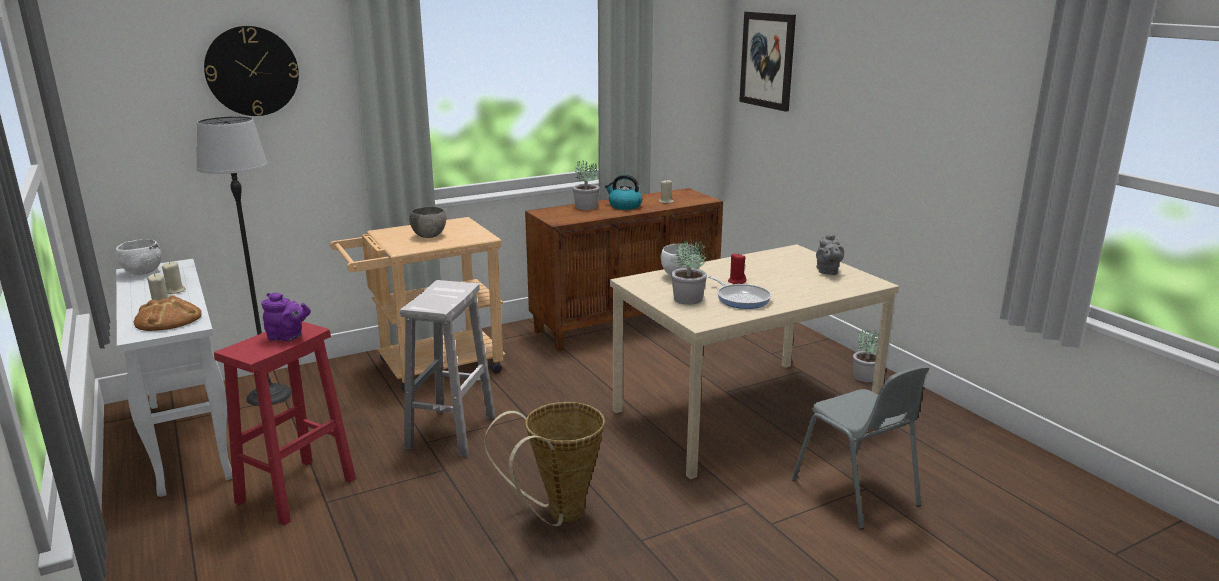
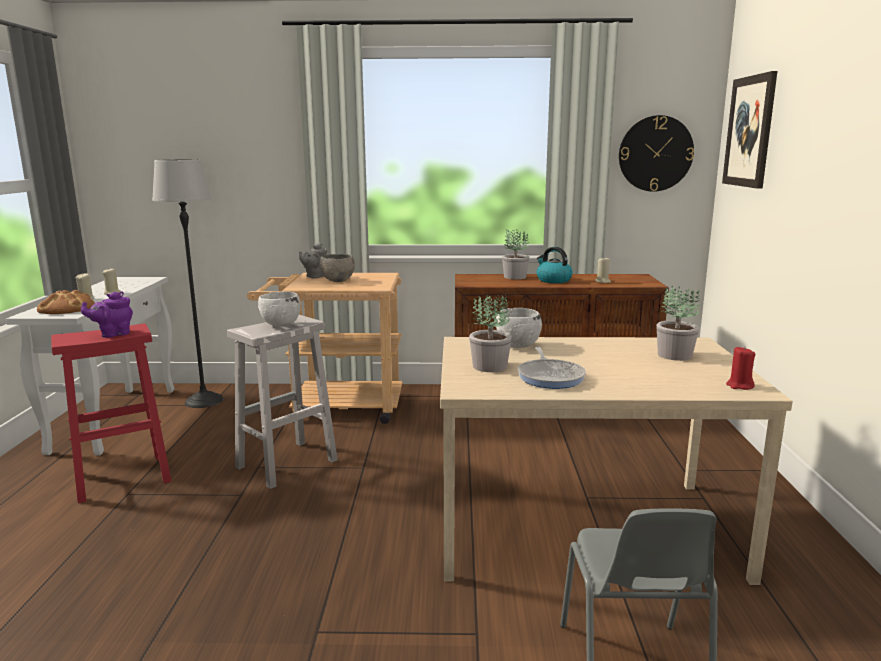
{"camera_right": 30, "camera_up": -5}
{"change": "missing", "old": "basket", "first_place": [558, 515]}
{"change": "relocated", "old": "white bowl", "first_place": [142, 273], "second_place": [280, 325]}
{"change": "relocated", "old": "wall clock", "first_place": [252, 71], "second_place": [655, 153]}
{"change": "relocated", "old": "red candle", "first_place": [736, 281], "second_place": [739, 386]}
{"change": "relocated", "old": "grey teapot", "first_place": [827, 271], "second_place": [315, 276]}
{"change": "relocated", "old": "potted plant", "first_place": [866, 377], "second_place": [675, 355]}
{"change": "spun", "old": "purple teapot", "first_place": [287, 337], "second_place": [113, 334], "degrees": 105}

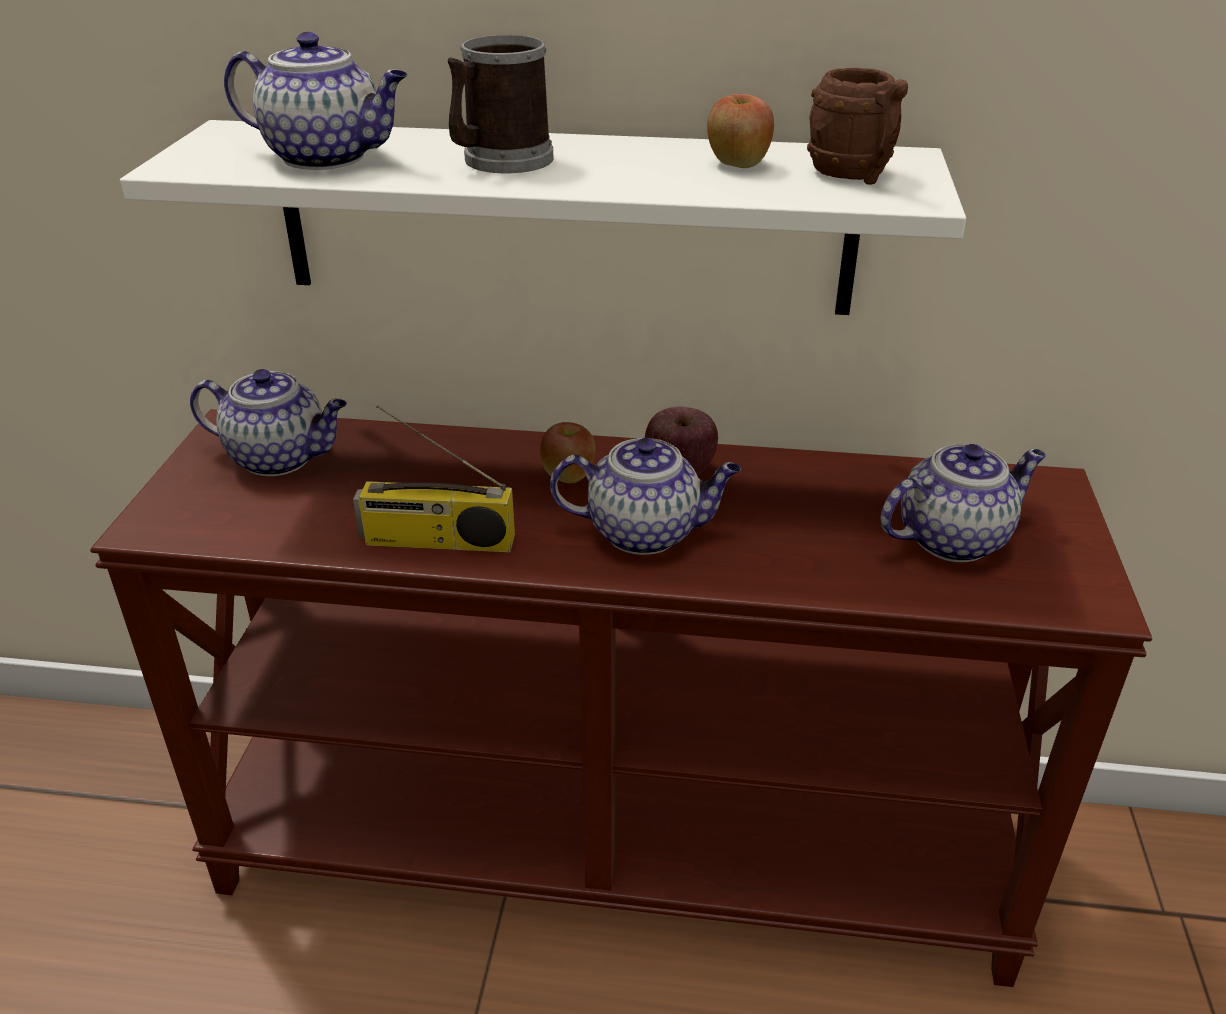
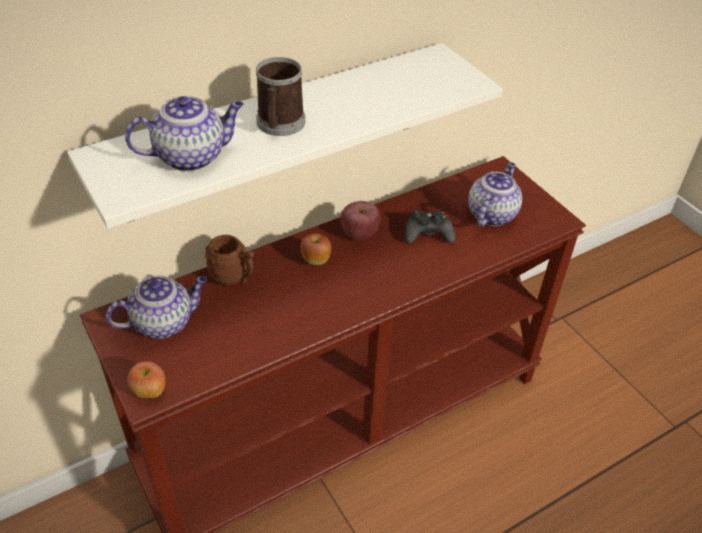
{"camera_right": -40, "camera_up": 10}
{"change": "missing", "old": "radio", "first_place": [436, 541]}
{"change": "missing", "old": "teapot", "first_place": [646, 532]}
{"change": "appeared", "new": "black game controller", "second_place": [428, 233]}
{"change": "relocated", "old": "apple", "first_place": [737, 164], "second_place": [149, 391]}
{"change": "relocated", "old": "brown mug", "first_place": [855, 176], "second_place": [234, 278]}

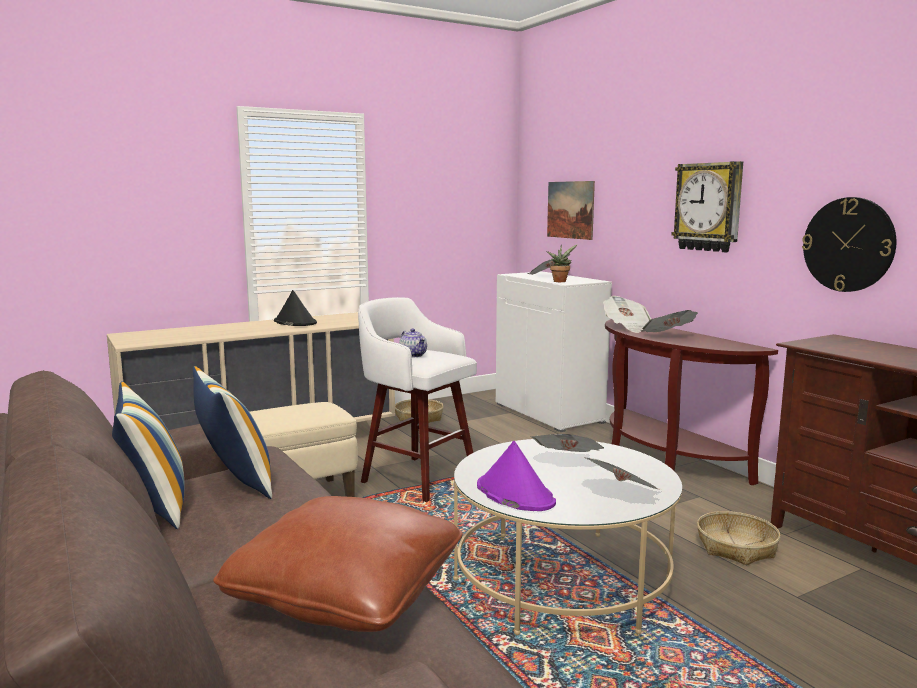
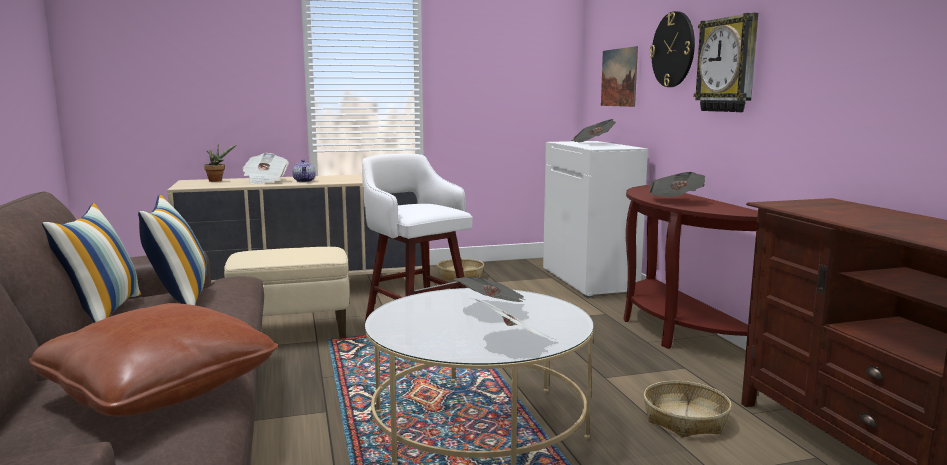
{"camera_right": 15, "camera_up": 0}
{"change": "missing", "old": "black hat", "first_place": [295, 322]}
{"change": "missing", "old": "purple hat", "first_place": [514, 494]}
{"change": "relocated", "old": "teapot", "first_place": [413, 355], "second_place": [304, 181]}
{"change": "relocated", "old": "potted plant", "first_place": [560, 281], "second_place": [217, 180]}
{"change": "relocated", "old": "newspaper", "first_place": [627, 328], "second_place": [265, 181]}
{"change": "relocated", "old": "wall clock", "first_place": [848, 244], "second_place": [673, 49]}

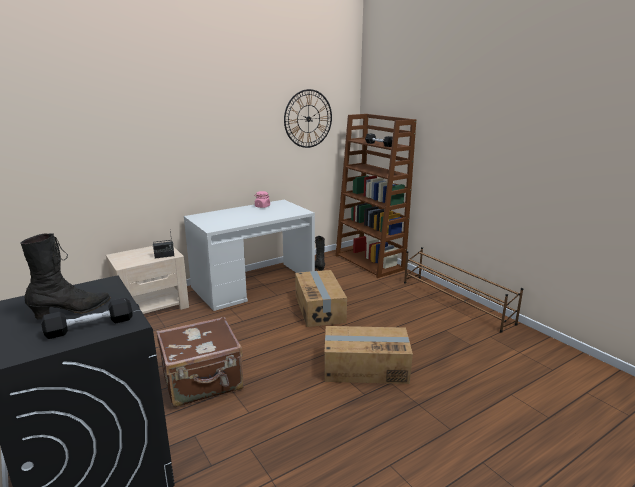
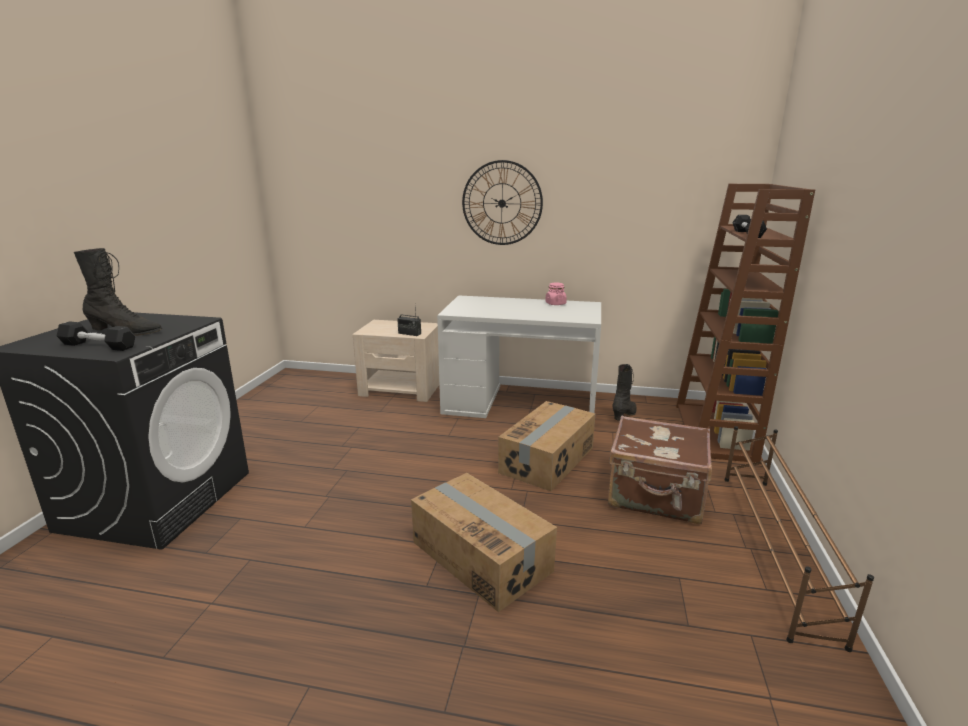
{"camera_right": 45, "camera_up": 0}
{"change": "relocated", "old": "brown suitcase", "first_place": [203, 382], "second_place": [656, 496]}
{"change": "relocated", "old": "wall clock", "first_place": [308, 119], "second_place": [502, 203]}

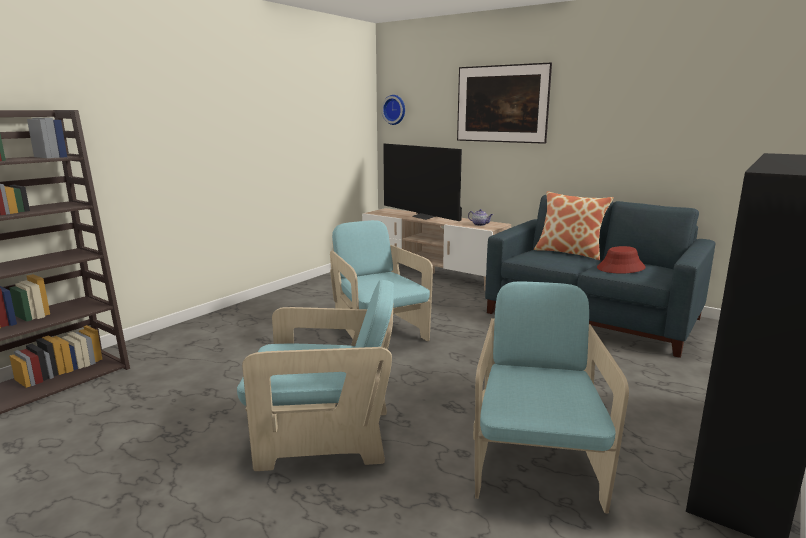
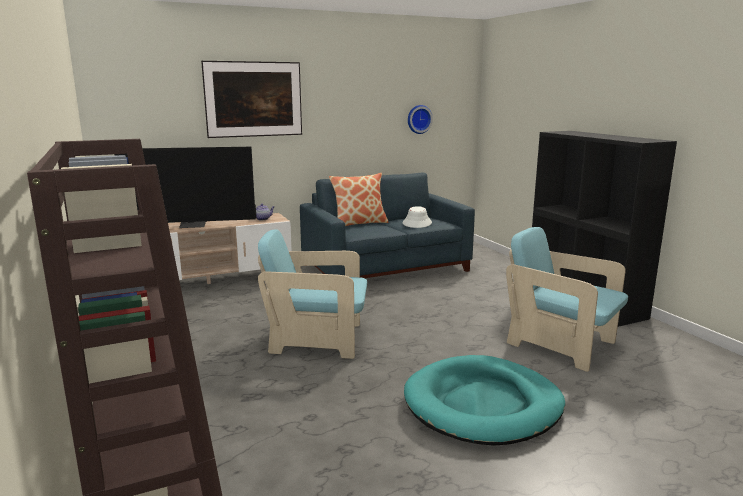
{"camera_right": -60, "camera_up": 0}
{"change": "relocated", "old": "wall clock", "first_place": [395, 109], "second_place": [418, 119]}
{"change": "exchanged", "old": "turquoise armchair", "new": "turquoise dog bed", "first_place": [324, 437], "second_place": [483, 405]}
{"change": "colour", "old": "red hat", "new": "white hat", "first_place": [621, 268], "second_place": [417, 223]}

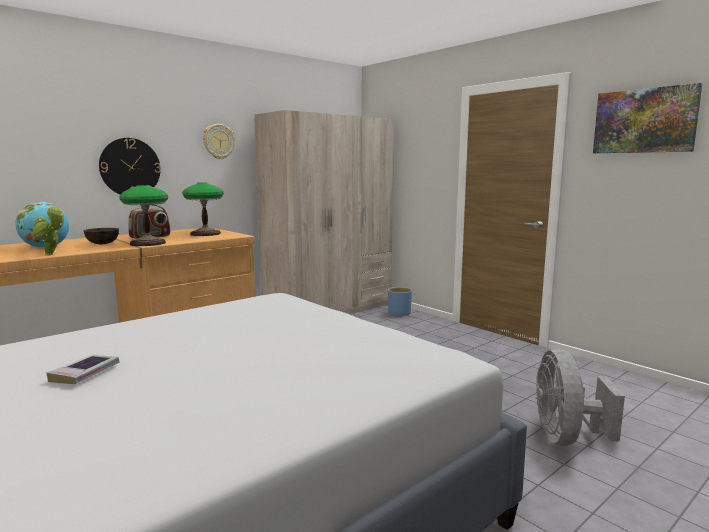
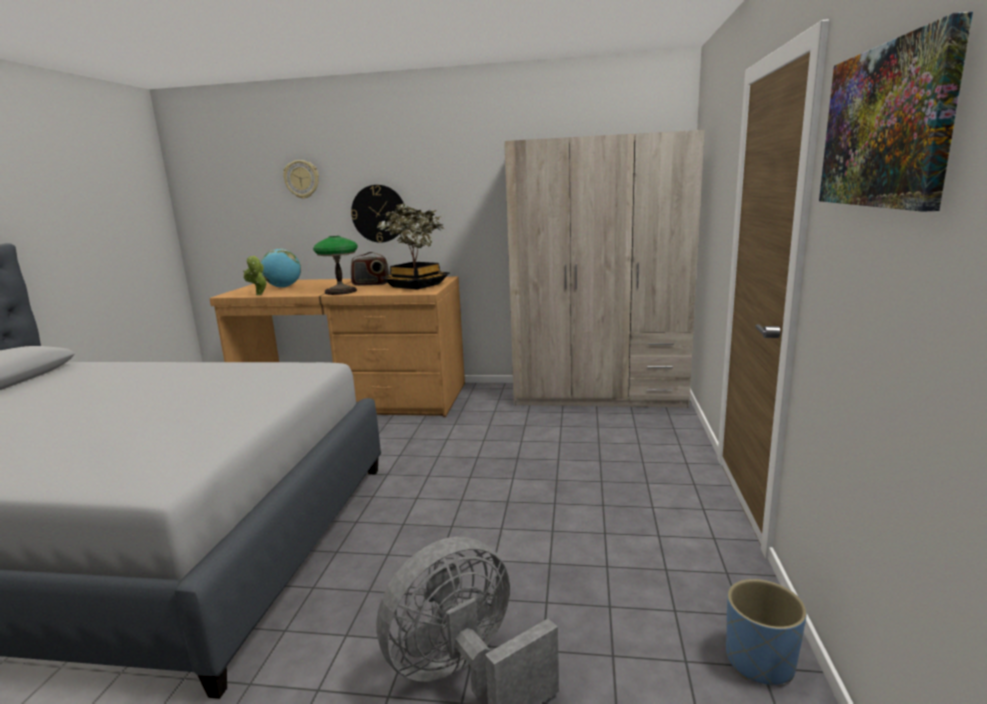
{"camera_right": 50, "camera_up": 5}
{"change": "missing", "old": "book", "first_place": [85, 373]}
{"change": "missing", "old": "brown bowl", "first_place": [102, 244]}
{"change": "relocated", "old": "wall clock", "first_place": [218, 141], "second_place": [302, 179]}
{"change": "relocated", "old": "blue planter", "first_place": [399, 313], "second_place": [760, 661]}
{"change": "exchanged", "old": "table lamp", "new": "potted plant", "first_place": [205, 234], "second_place": [416, 285]}

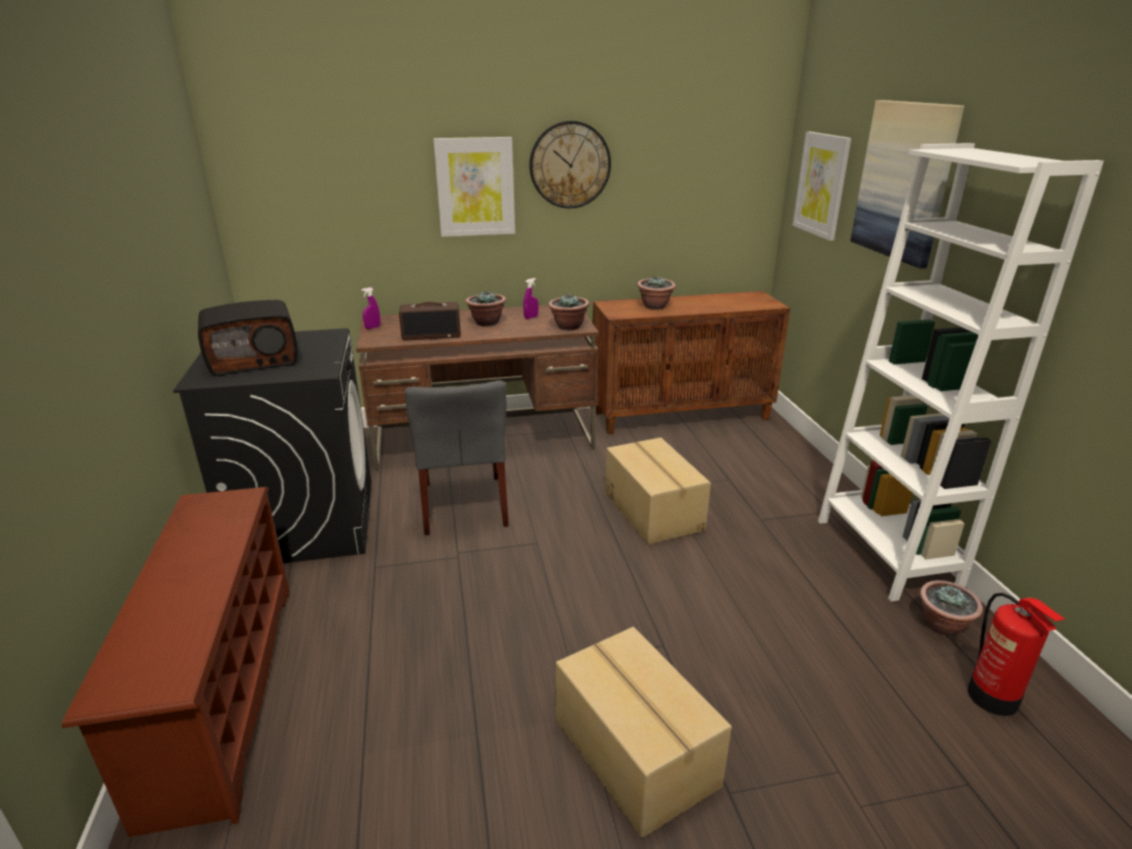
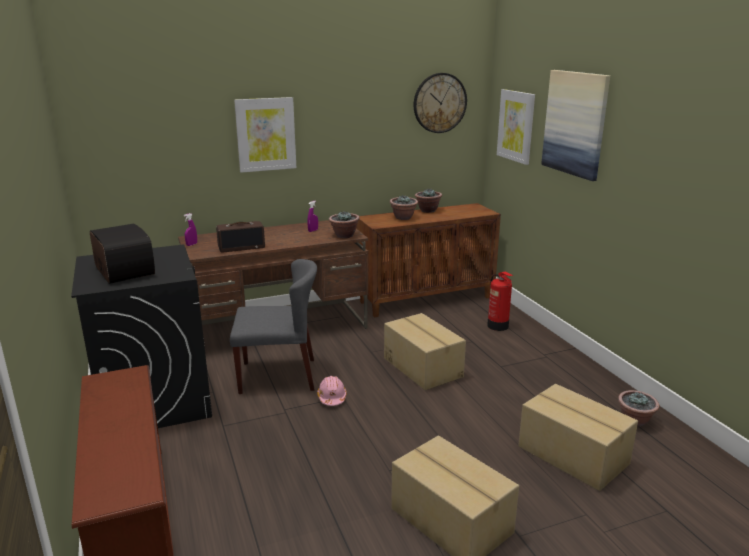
{"camera_right": -10, "camera_up": -5}
{"change": "missing", "old": "white bookcase", "first_place": [885, 553]}
{"change": "appeared", "new": "pink hard hat", "second_place": [332, 397]}
{"change": "appeared", "new": "cardboard box", "second_place": [572, 456]}
{"change": "relocated", "old": "potted plant", "first_place": [486, 323], "second_place": [427, 210]}
{"change": "relocated", "old": "wall clock", "first_place": [570, 165], "second_place": [439, 103]}
{"change": "relocated", "old": "fire extinguisher", "first_place": [993, 698], "second_place": [498, 326]}
{"change": "spun", "old": "radio", "first_place": [254, 360], "second_place": [123, 271], "degrees": -90}
{"change": "spun", "old": "grey chair", "first_place": [464, 504], "second_place": [278, 376], "degrees": -75}

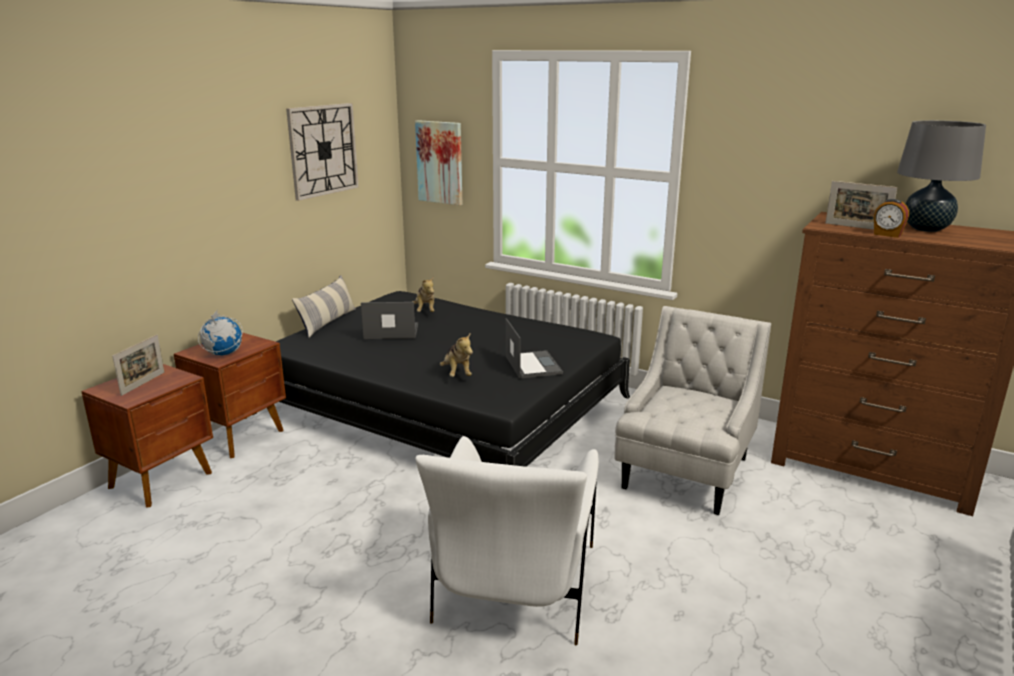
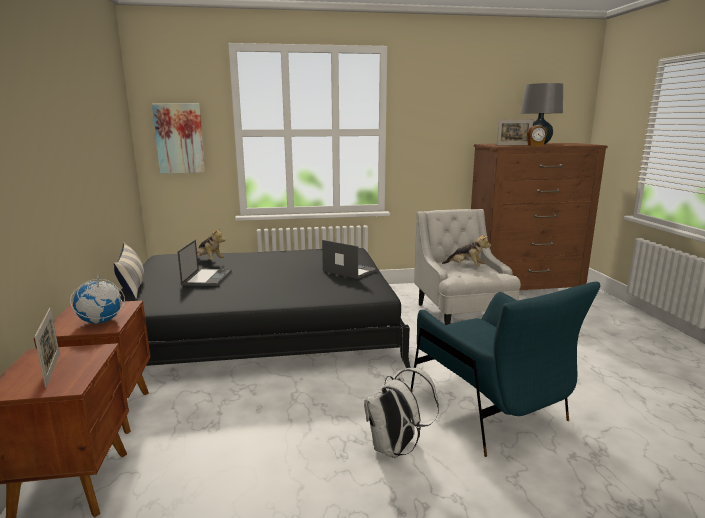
{"camera_right": -40, "camera_up": -5}
{"change": "missing", "old": "wall clock", "first_place": [323, 150]}
{"change": "appeared", "new": "white backpack", "second_place": [395, 448]}
{"change": "relocated", "old": "plush toy", "first_place": [457, 374], "second_place": [466, 267]}
{"change": "colour", "old": "white armchair", "new": "blue armchair", "first_place": [515, 587], "second_place": [489, 409]}
{"change": "spun", "old": "laptop", "first_place": [390, 332], "second_place": [207, 277], "degrees": 135}

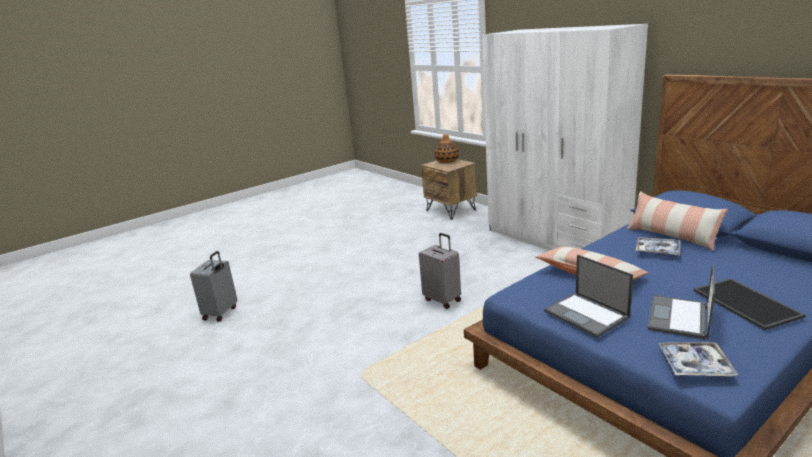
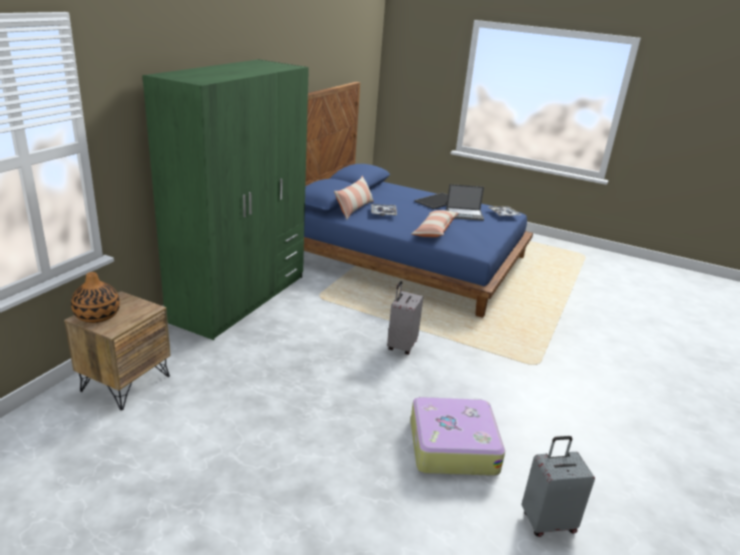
{"camera_right": -120, "camera_up": 5}
{"change": "missing", "old": "laptop", "first_place": [587, 315]}
{"change": "appeared", "new": "suitcase", "second_place": [452, 445]}
{"change": "colour", "old": "white wardrobe", "new": "green wardrobe", "first_place": [555, 239], "second_place": [240, 298]}

